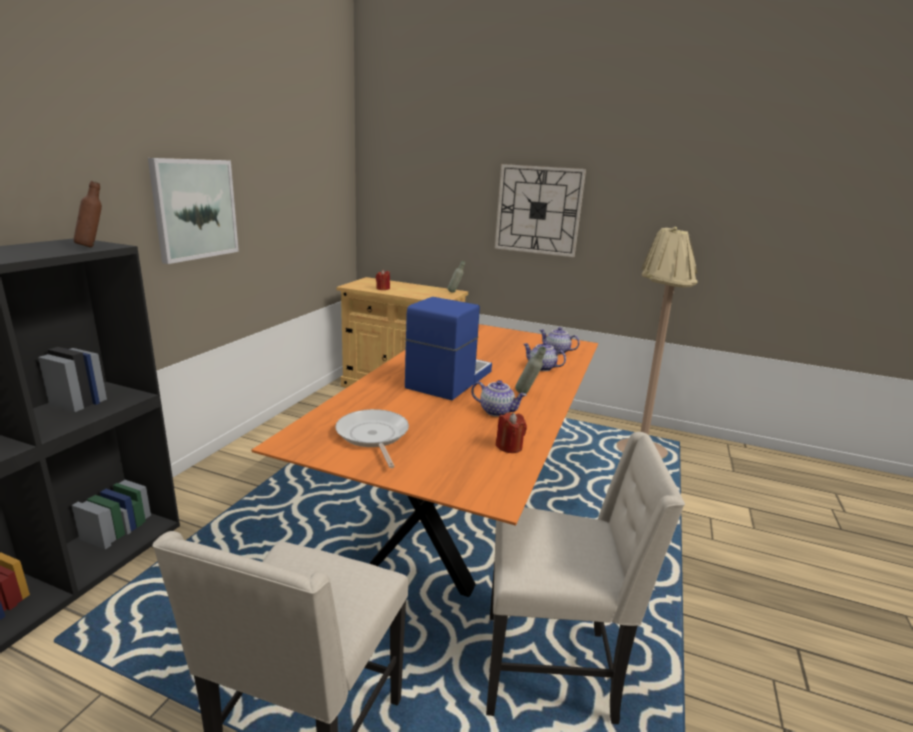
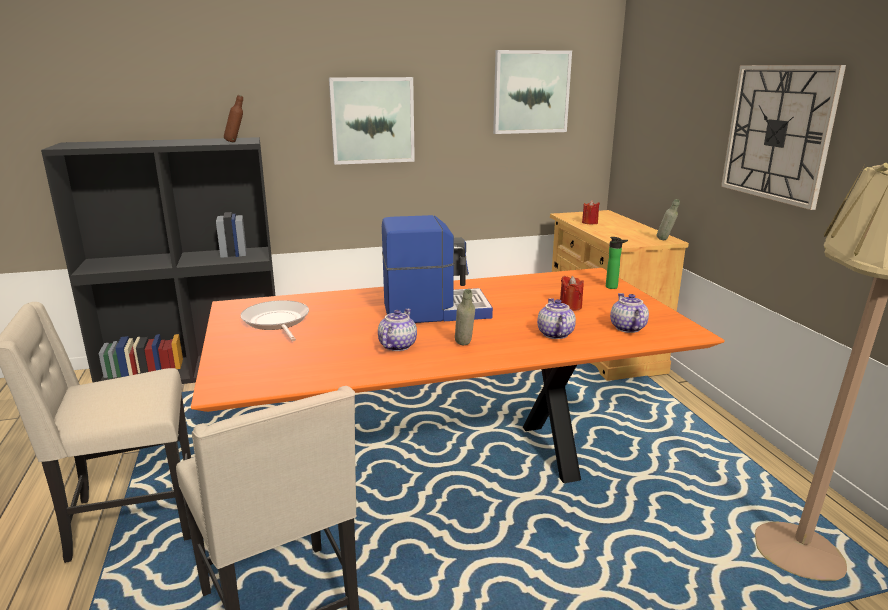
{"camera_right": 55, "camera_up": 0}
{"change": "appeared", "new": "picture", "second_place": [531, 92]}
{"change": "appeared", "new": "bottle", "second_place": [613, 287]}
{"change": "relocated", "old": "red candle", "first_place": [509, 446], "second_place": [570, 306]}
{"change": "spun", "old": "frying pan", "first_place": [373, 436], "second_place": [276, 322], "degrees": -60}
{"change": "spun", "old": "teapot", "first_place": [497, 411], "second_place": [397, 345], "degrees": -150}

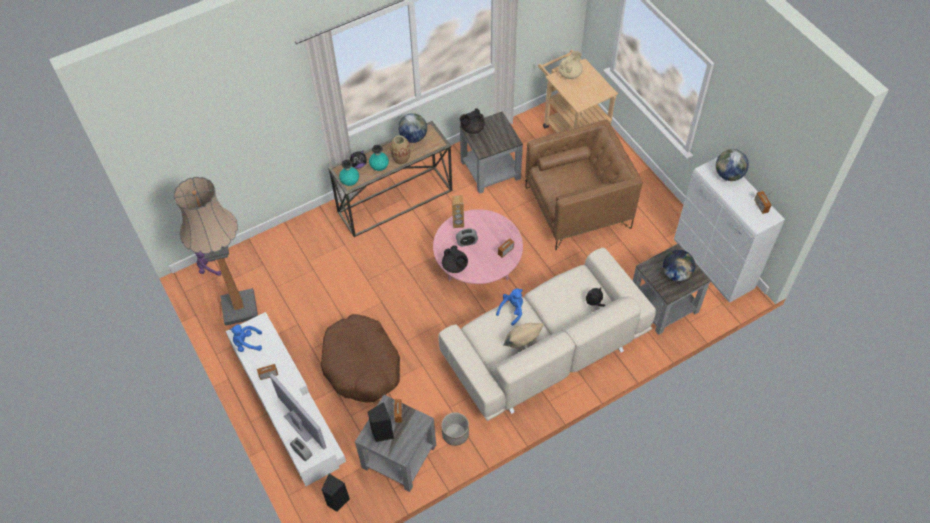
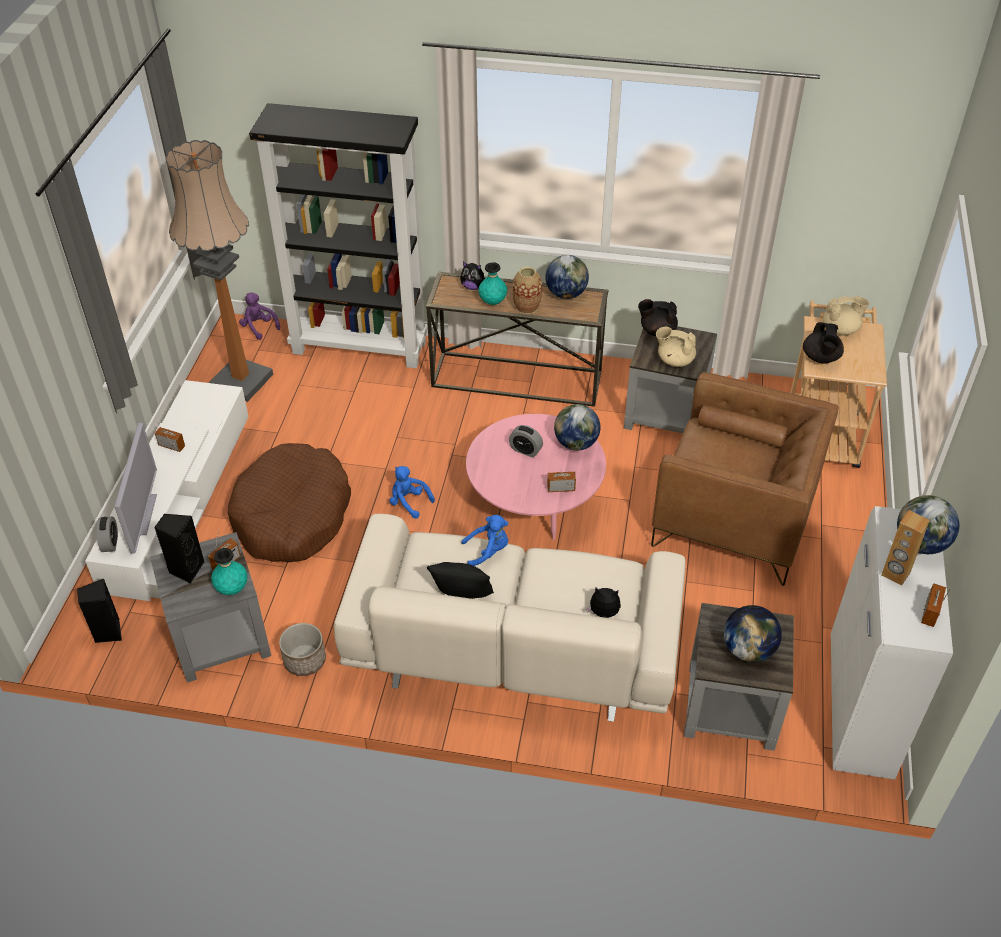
{"camera_right": 40, "camera_up": -10}
{"change": "appeared", "new": "black bookcase", "second_place": [361, 346]}
{"change": "appeared", "new": "globe", "second_place": [576, 444]}
{"change": "appeared", "new": "beige teapot", "second_place": [674, 360]}
{"change": "relocated", "old": "blue plush toy", "first_place": [247, 343], "second_place": [409, 502]}
{"change": "relocated", "old": "turquoise vase", "first_place": [350, 182], "second_place": [232, 589]}
{"change": "relocated", "old": "black teapot", "first_place": [455, 266], "second_place": [821, 358]}
{"change": "relocated", "old": "brown speaker", "first_place": [458, 224], "second_place": [895, 574]}
{"change": "colour", "old": "beige pillow", "new": "black pillow", "first_place": [522, 342], "second_place": [461, 595]}

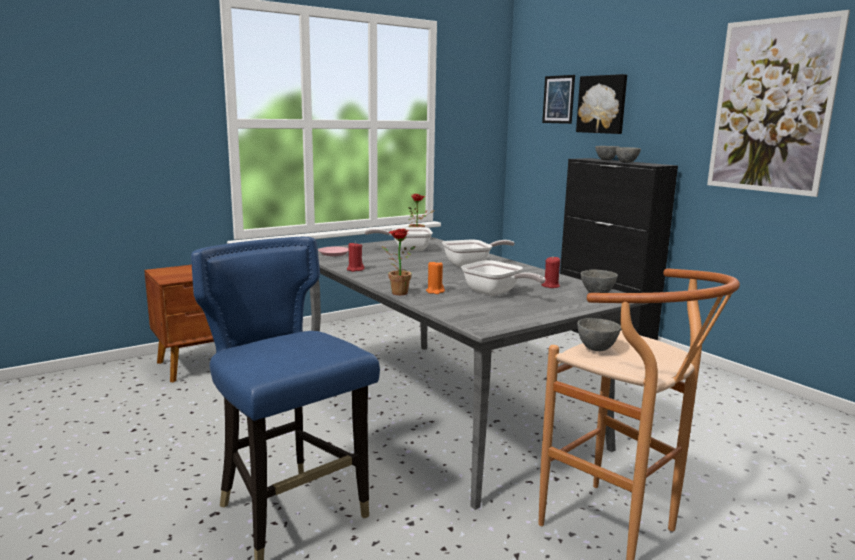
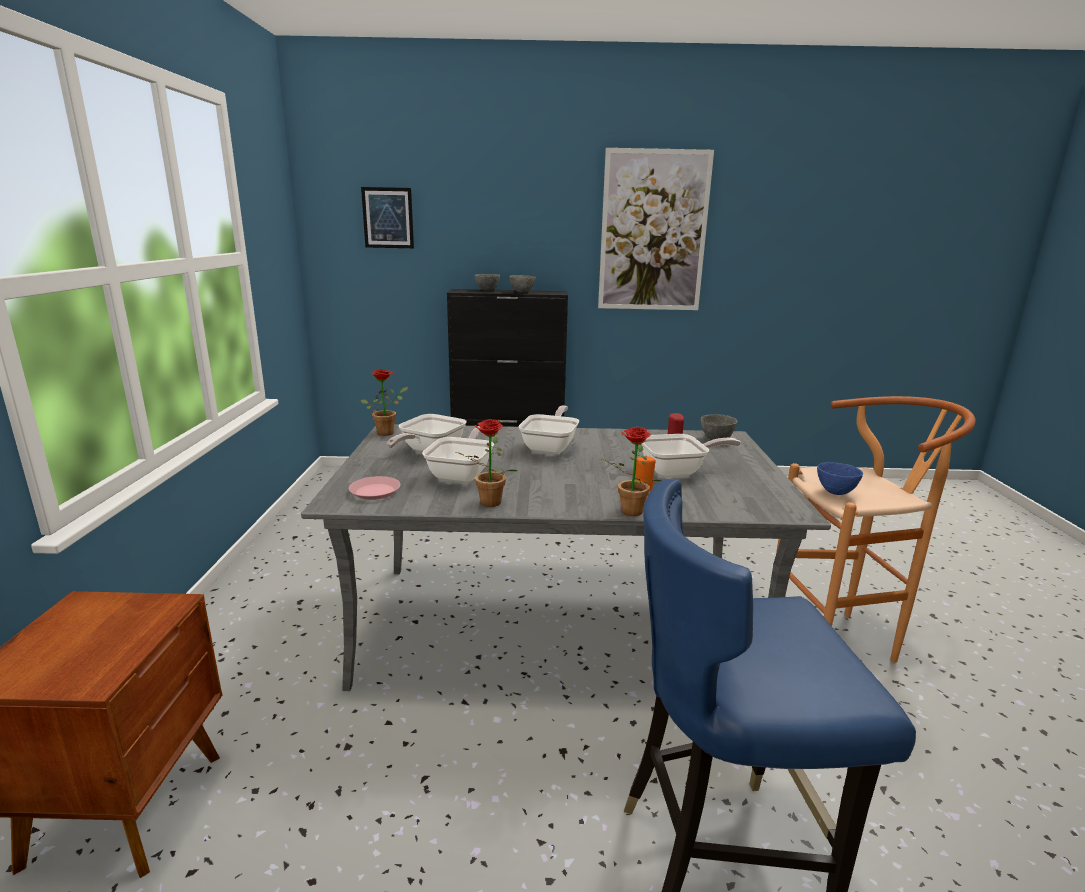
{"camera_right": -55, "camera_up": 5}
{"change": "missing", "old": "picture", "first_place": [602, 104]}
{"change": "appeared", "new": "frying pan", "second_place": [463, 474]}
{"change": "exchanged", "old": "red candle", "new": "potted plant", "first_place": [355, 269], "second_place": [486, 503]}
{"change": "colour", "old": "grey bowl", "new": "blue bowl", "first_place": [595, 348], "second_place": [835, 492]}

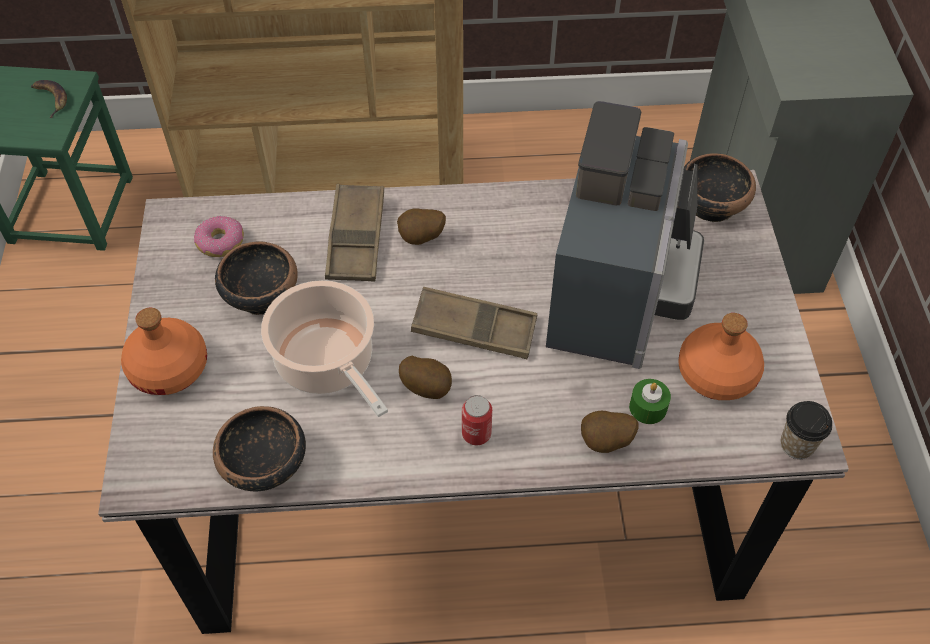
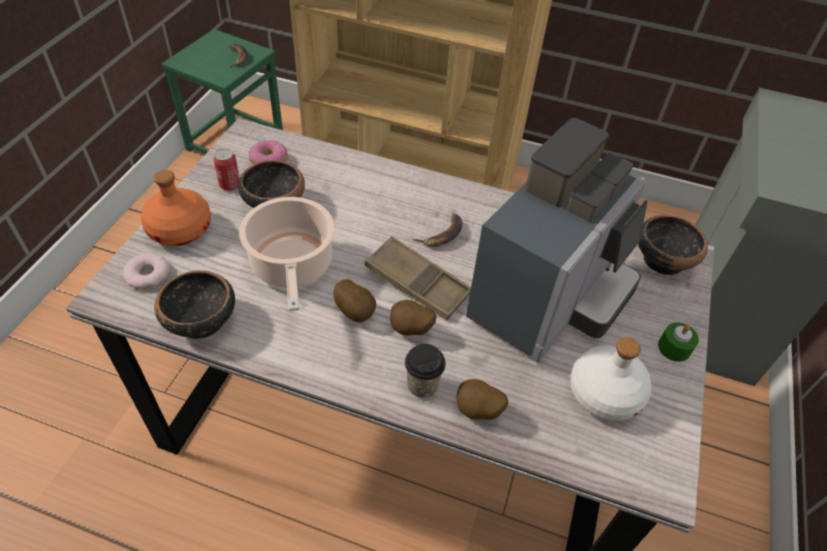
{"camera_right": 20, "camera_up": -5}
{"change": "missing", "old": "brown tray", "first_place": [356, 238]}
{"change": "appeared", "new": "donut", "second_place": [148, 274]}
{"change": "appeared", "new": "banana", "second_place": [442, 234]}
{"change": "relocated", "old": "potato", "first_place": [421, 239], "second_place": [410, 330]}
{"change": "relocated", "old": "can", "first_place": [476, 434], "second_place": [230, 185]}
{"change": "relocated", "old": "green candle", "first_place": [648, 407], "second_place": [674, 348]}
{"change": "relocated", "old": "cup", "first_place": [797, 445], "second_place": [422, 385]}
{"change": "colour", "old": "orange bottle", "new": "white bottle", "first_place": [715, 373], "second_place": [604, 392]}

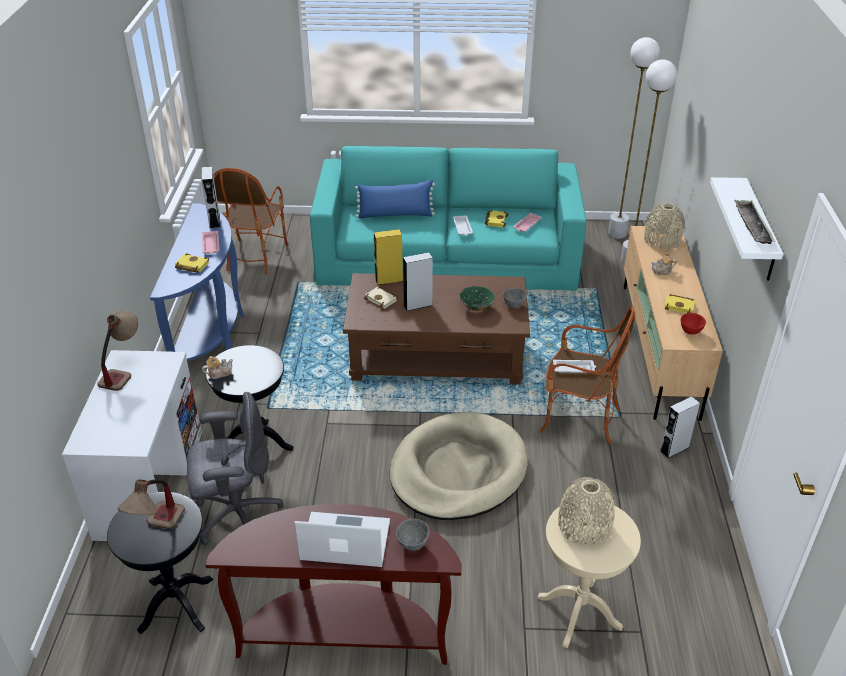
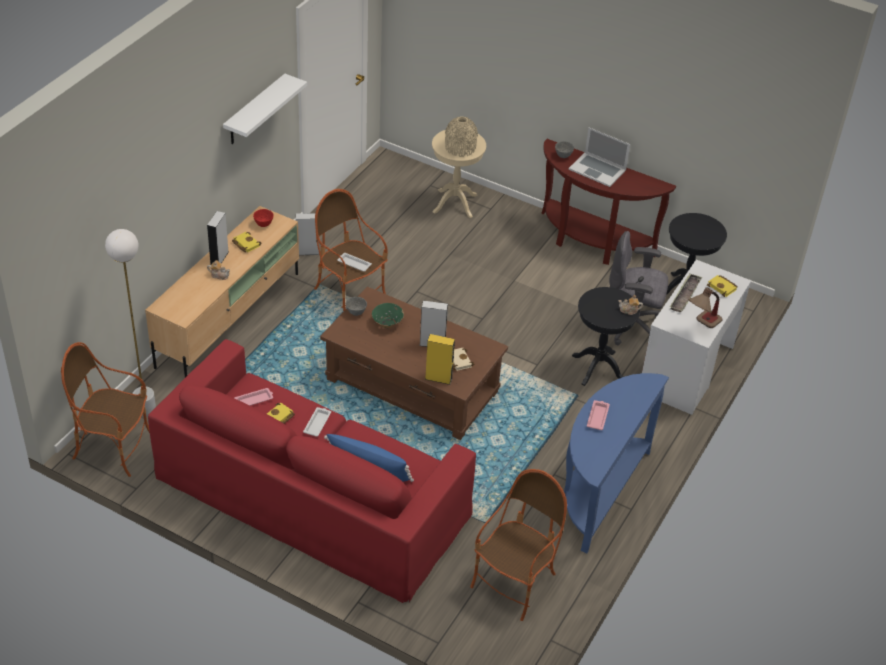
{"camera_right": -155, "camera_up": 5}
{"change": "missing", "old": "table lamp", "first_place": [158, 530]}
{"change": "missing", "old": "beige dog bed", "first_place": [458, 470]}
{"change": "missing", "old": "beige vase", "first_place": [662, 241]}
{"change": "relocated", "old": "yellow book", "first_place": [191, 266], "second_place": [722, 287]}
{"change": "relocated", "old": "grey speaker", "first_place": [214, 221], "second_place": [219, 258]}
{"change": "relocated", "old": "tray", "first_place": [752, 225], "second_place": [685, 295]}
{"change": "exchanged", "old": "white floor lamp", "new": "armchair", "first_place": [617, 234], "second_place": [113, 448]}
{"change": "colour", "old": "turquoise sofa", "new": "red sofa", "first_place": [447, 256], "second_place": [312, 494]}

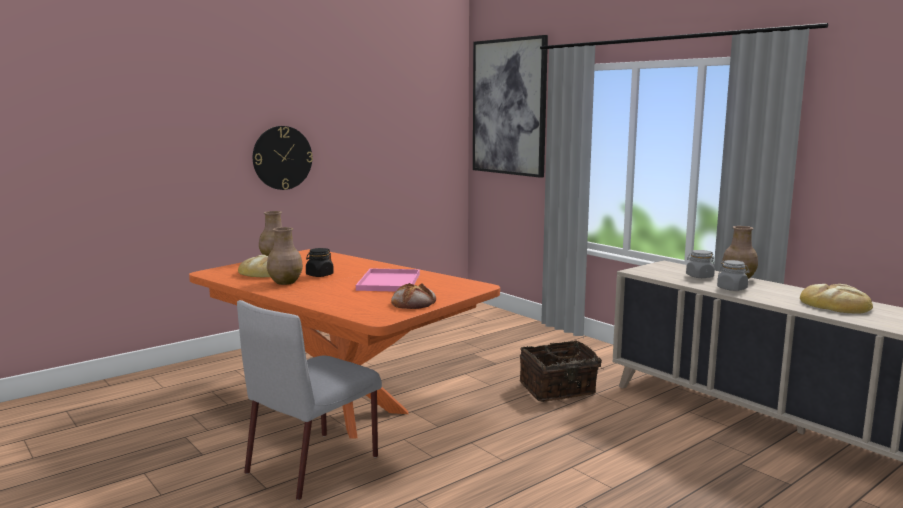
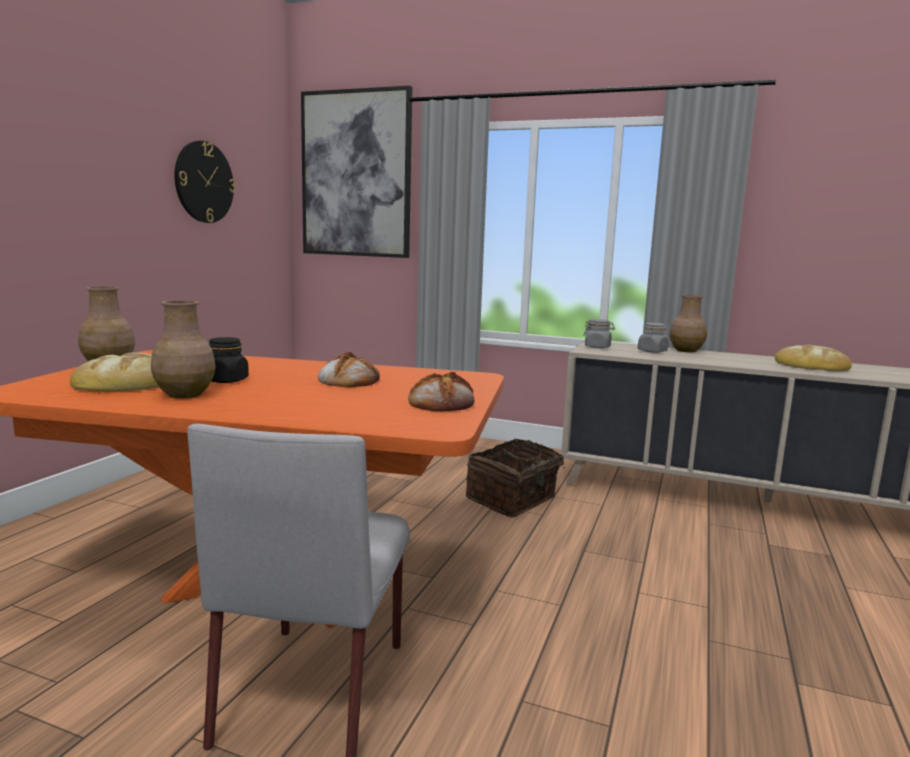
{"camera_right": -30, "camera_up": 0}
{"change": "relocated", "old": "wall clock", "first_place": [282, 158], "second_place": [204, 182]}
{"change": "relocated", "old": "grey jar", "first_place": [732, 288], "second_place": [597, 347]}
{"change": "exchanged", "old": "pink tray", "new": "bread", "first_place": [388, 281], "second_place": [348, 380]}

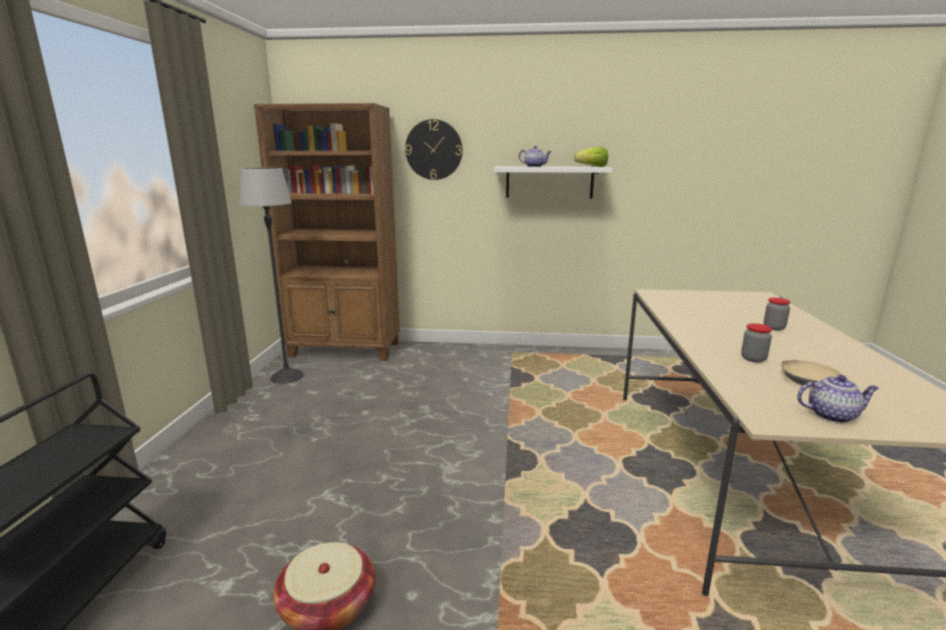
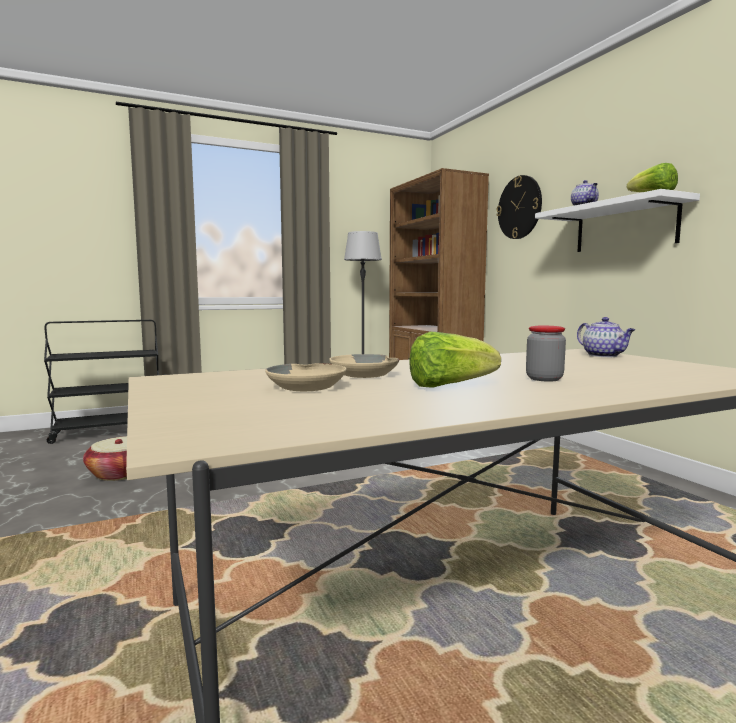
{"camera_right": 60, "camera_up": -10}
{"change": "appeared", "new": "lettuce", "second_place": [449, 386]}
{"change": "relocated", "old": "teapot", "first_place": [832, 415], "second_place": [604, 356]}
{"change": "exchanged", "old": "jar", "new": "beige bowl", "first_place": [753, 359], "second_place": [364, 375]}

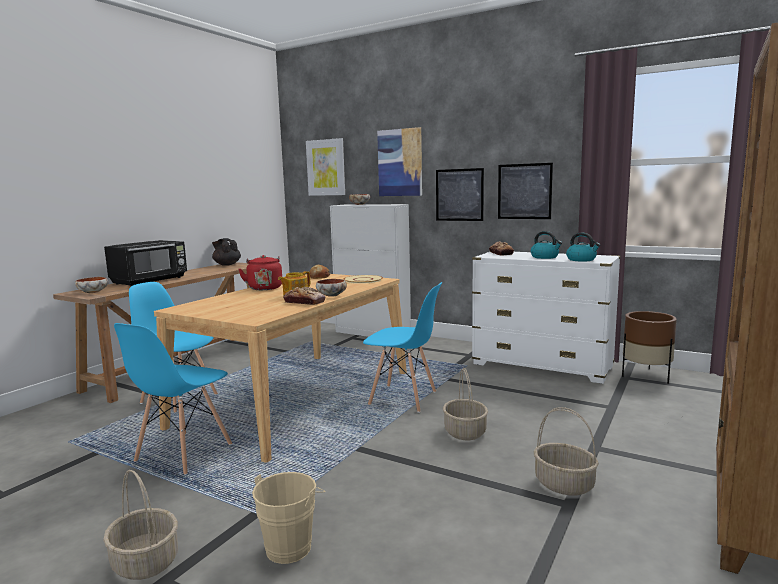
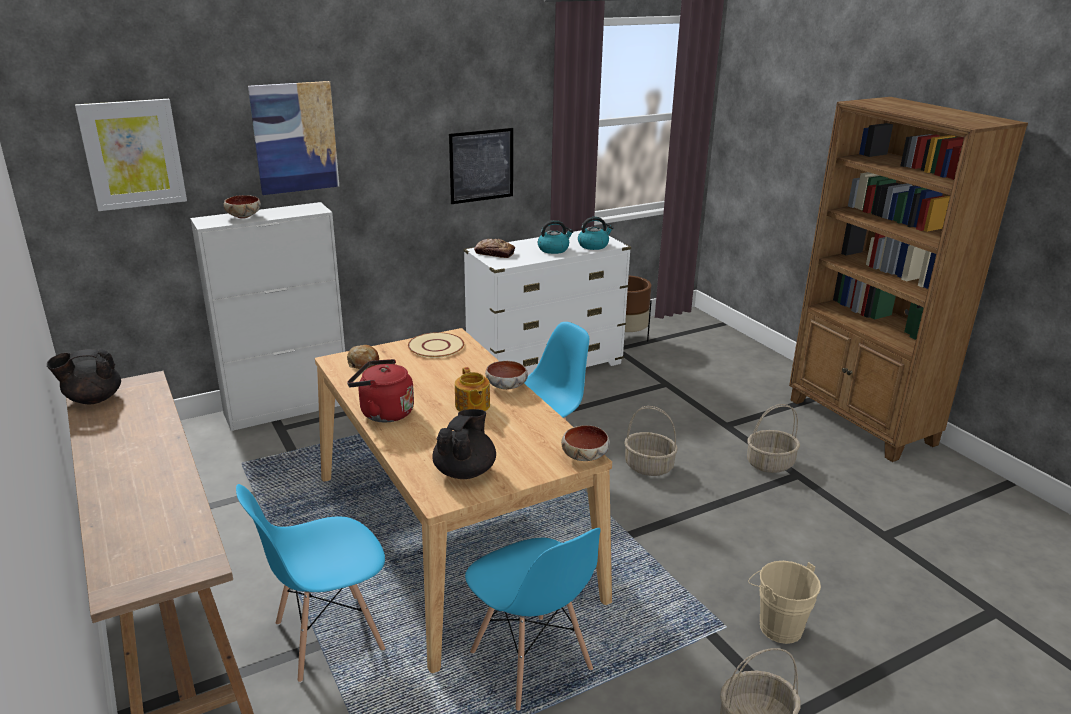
{"camera_right": -60, "camera_up": 15}
{"change": "missing", "old": "black microwave", "first_place": [150, 280]}
{"change": "missing", "old": "bread", "first_place": [304, 302]}
{"change": "missing", "old": "picture", "first_place": [459, 195]}
{"change": "appeared", "new": "black teapot", "second_place": [465, 471]}
{"change": "relocated", "old": "bowl", "first_place": [93, 292], "second_place": [584, 456]}

